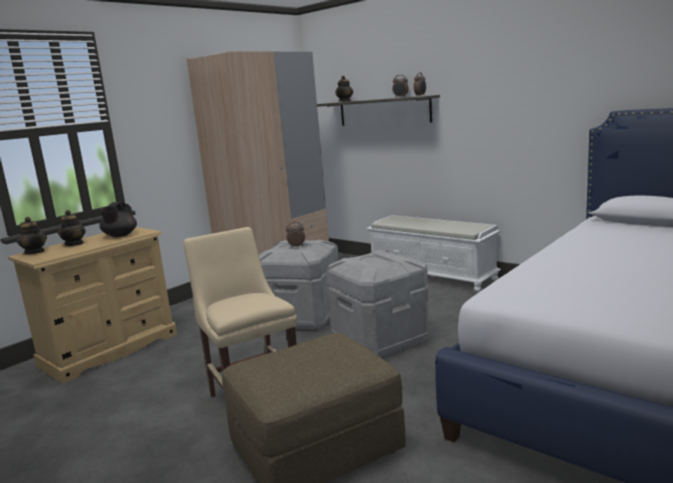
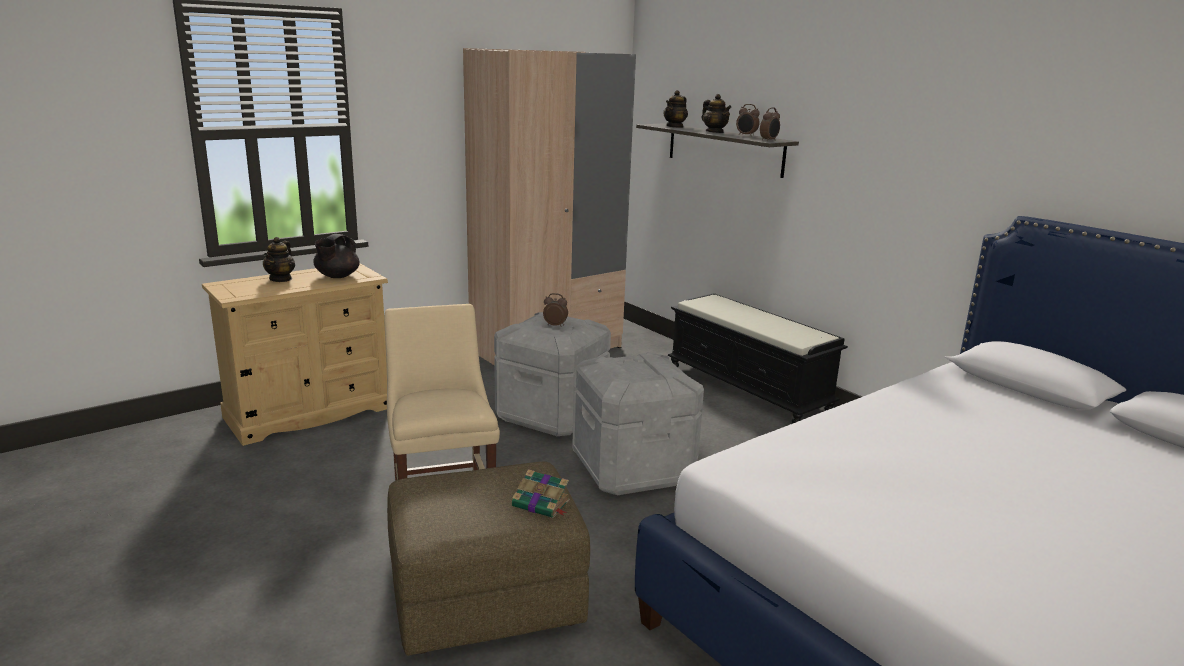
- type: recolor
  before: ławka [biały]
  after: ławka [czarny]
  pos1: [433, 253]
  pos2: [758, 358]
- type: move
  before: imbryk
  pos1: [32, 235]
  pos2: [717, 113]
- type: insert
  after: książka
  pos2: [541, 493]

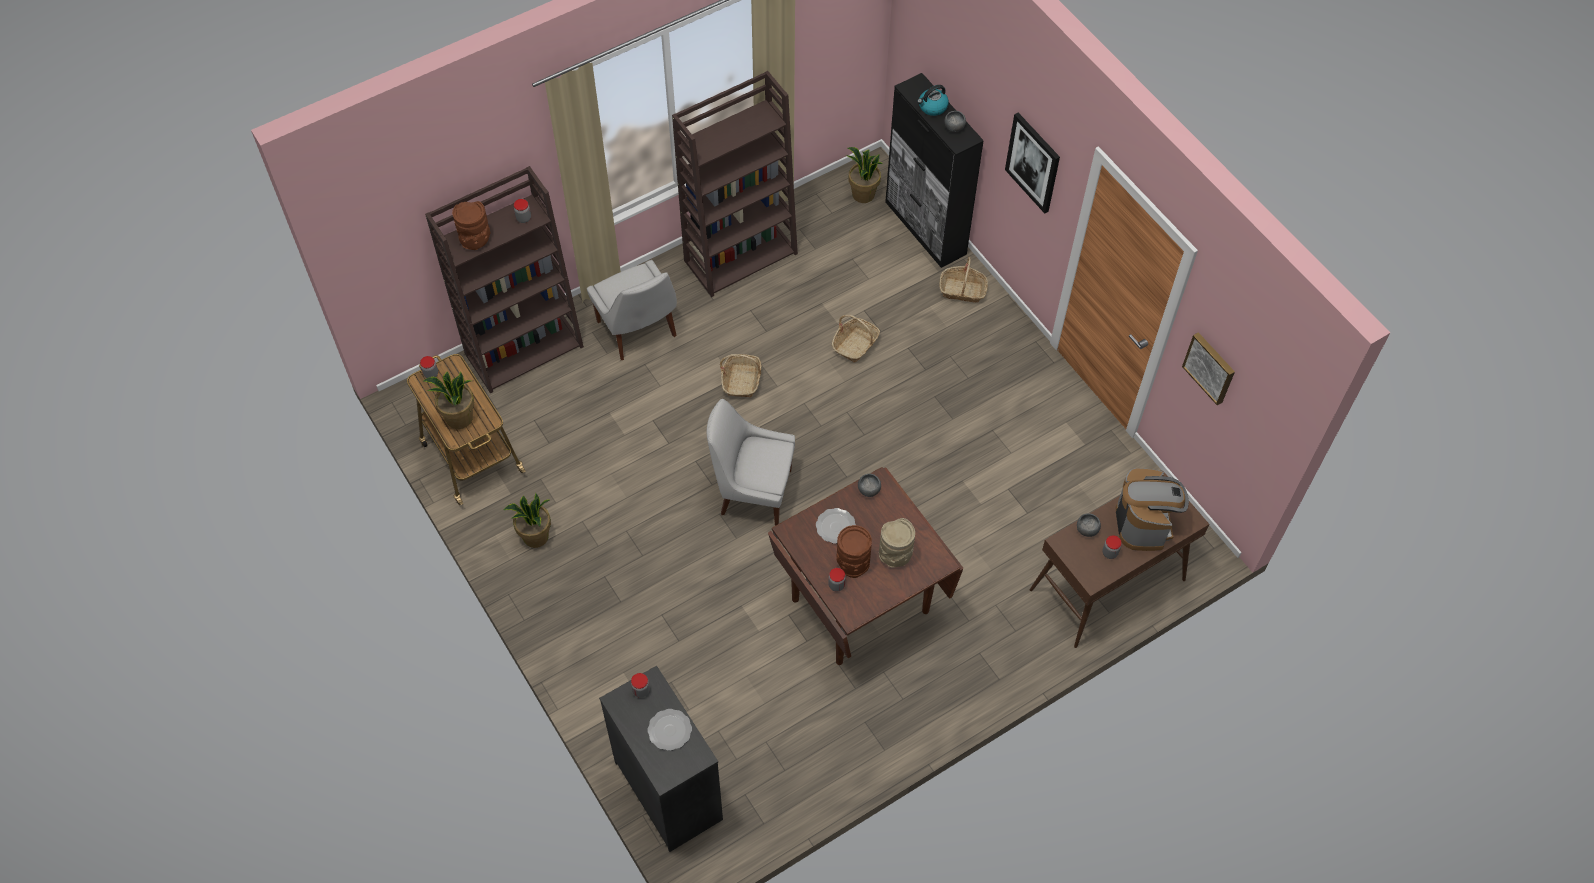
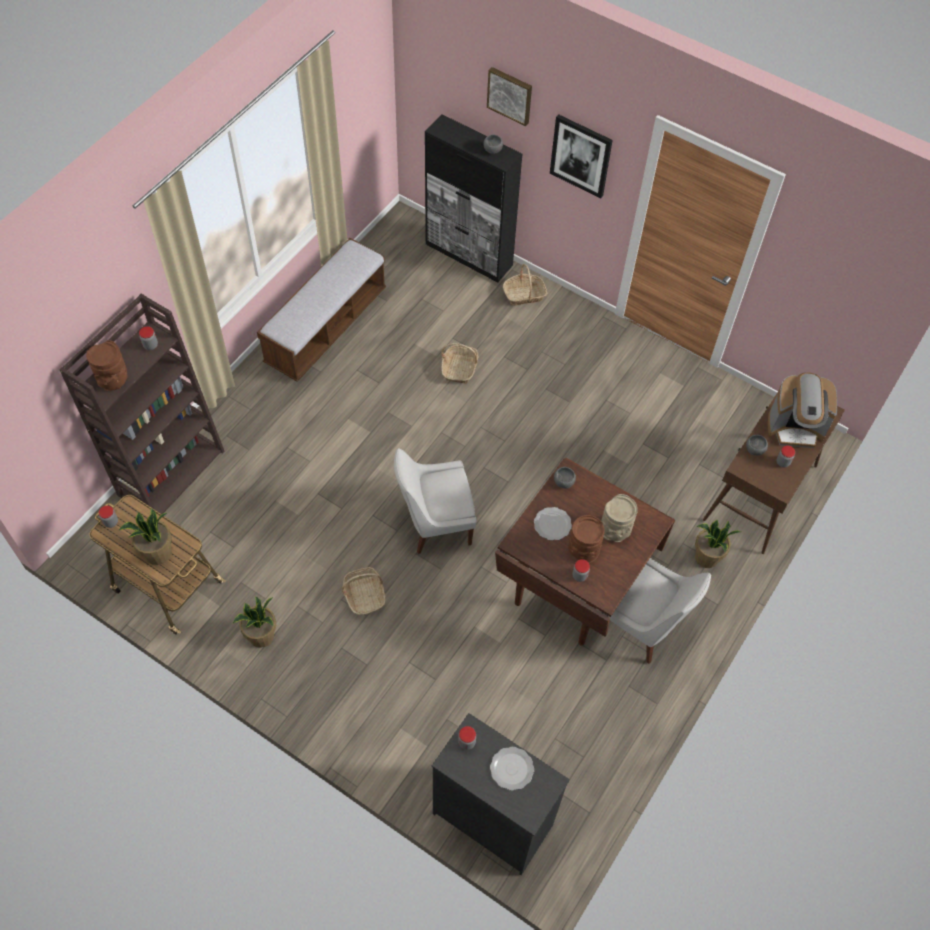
- type: replace
  before: regał [brązowy]
  after: ławka
  pos1: [735, 184]
  pos2: [321, 310]
- type: delete
  before: czajnik
  pos1: [933, 100]
- type: move
  before: roślina doniczkowa
  pos1: [864, 175]
  pos2: [718, 544]
- type: move
  before: krzesło [biały]
  pos1: [632, 310]
  pos2: [659, 611]
- type: move
  before: obraz
  pos1: [1208, 369]
  pos2: [509, 96]
- type: move
  before: koszyk
  pos1: [741, 375]
  pos2: [364, 591]
- type: rotate
  before: ekspres do kawy
  pos1: [1152, 509]
  pos2: [802, 410]
  turn: 120

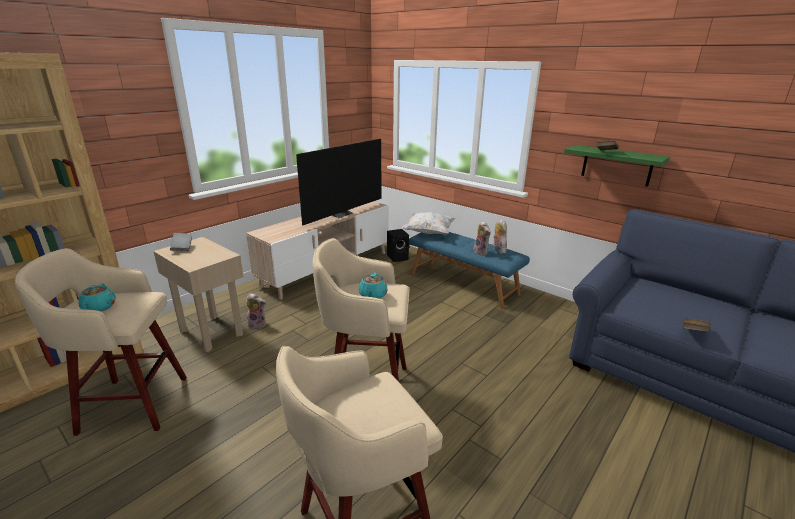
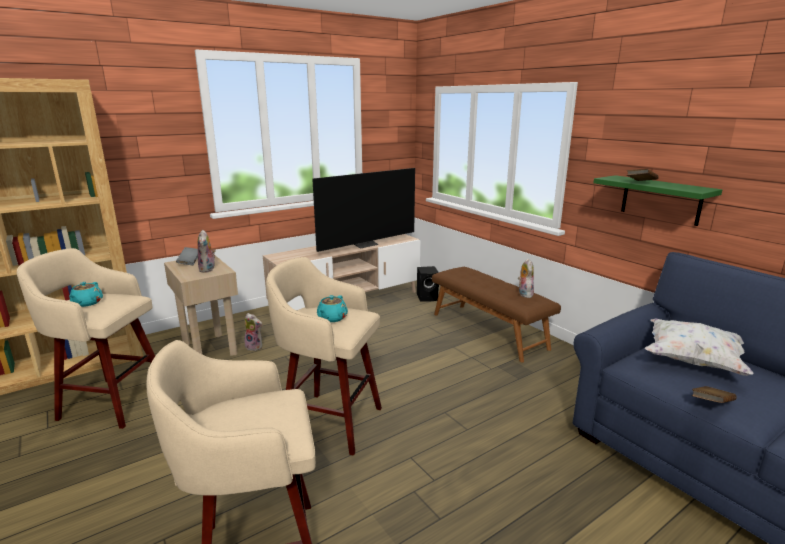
- type: move
  before: poduszka [biały]
  pos1: [429, 223]
  pos2: [699, 347]
- type: move
  before: pluszak
  pos1: [482, 238]
  pos2: [206, 251]
- type: recolor
  before: ławka [niebieski]
  after: ławka [brązowy]
  pos1: [469, 270]
  pos2: [496, 314]

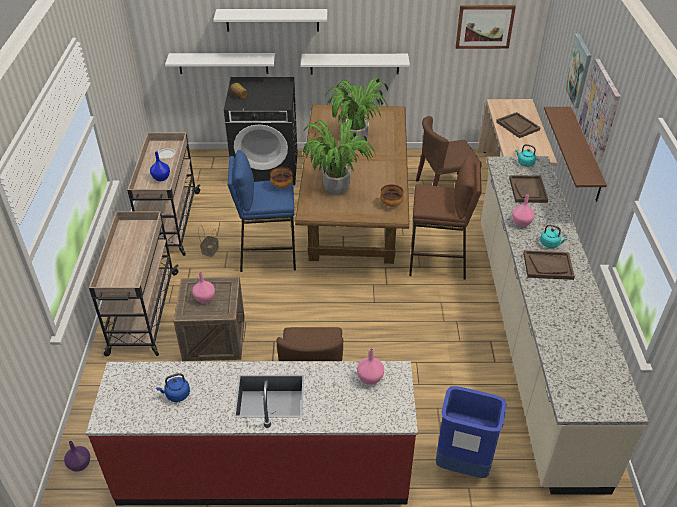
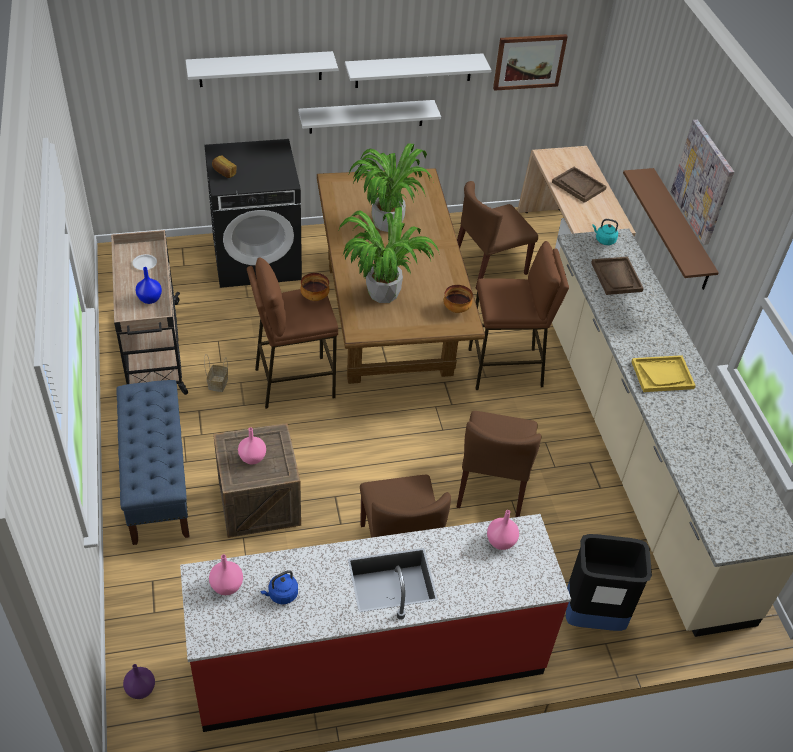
- type: delete
  before: obraz
  pos1: [578, 71]
- type: move
  before: półka [biały]
  pos1: [220, 63]
  pos2: [418, 70]
- type: recolor
  before: stołek [niebieski]
  after: stołek [brązowy]
  pos1: [262, 211]
  pos2: [292, 333]
- type: move
  before: wazon [różowy]
  pos1: [523, 210]
  pos2: [226, 574]
- type: replace
  before: wózek [beżowy]
  after: ławka [niebieski]
  pos1: [134, 284]
  pos2: [153, 462]
- type: delete
  before: czajnik [turkusowy]
  pos1: [553, 236]
- type: recolor
  before: taca [brązowy]
  after: taca [żółty]
  pos1: [549, 265]
  pos2: [663, 373]
- type: recolor
  before: kosz na śmieci [niebieski]
  after: kosz na śmieci [czarny]
  pos1: [471, 432]
  pos2: [609, 582]
- type: insert
  after: krzesło [brązowy]
  pos2: [498, 464]

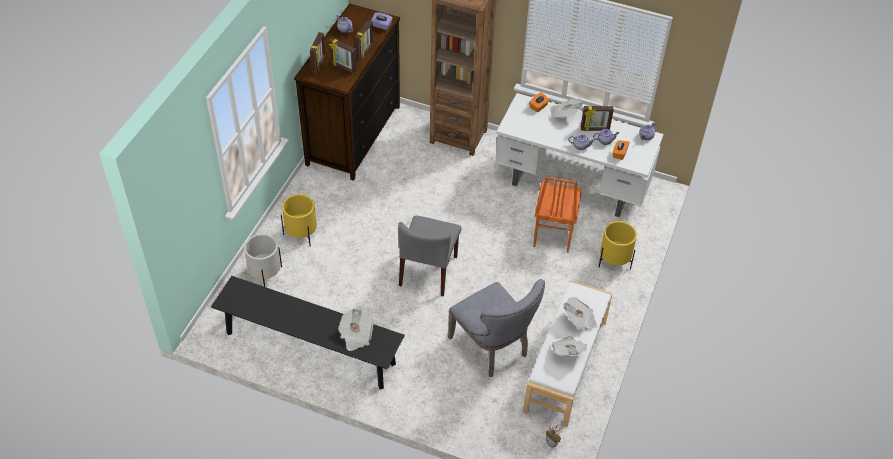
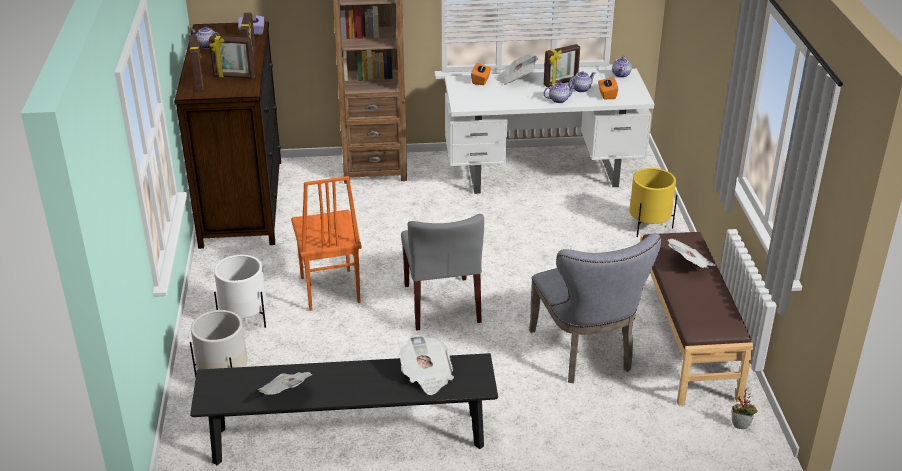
- type: move
  before: krzesło [pomarańczowy]
  pos1: [557, 215]
  pos2: [326, 243]
- type: recolor
  before: donica [żółty]
  after: donica [biały]
  pos1: [299, 220]
  pos2: [240, 291]
- type: rotate
  before: krzesło [szary]
  pos1: [496, 328]
  pos2: [595, 308]
  turn: 45
- type: recolor
  before: ławka [biały]
  after: ławka [brązowy]
  pos1: [568, 353]
  pos2: [697, 318]
- type: move
  before: gazeta
  pos1: [569, 346]
  pos2: [285, 383]

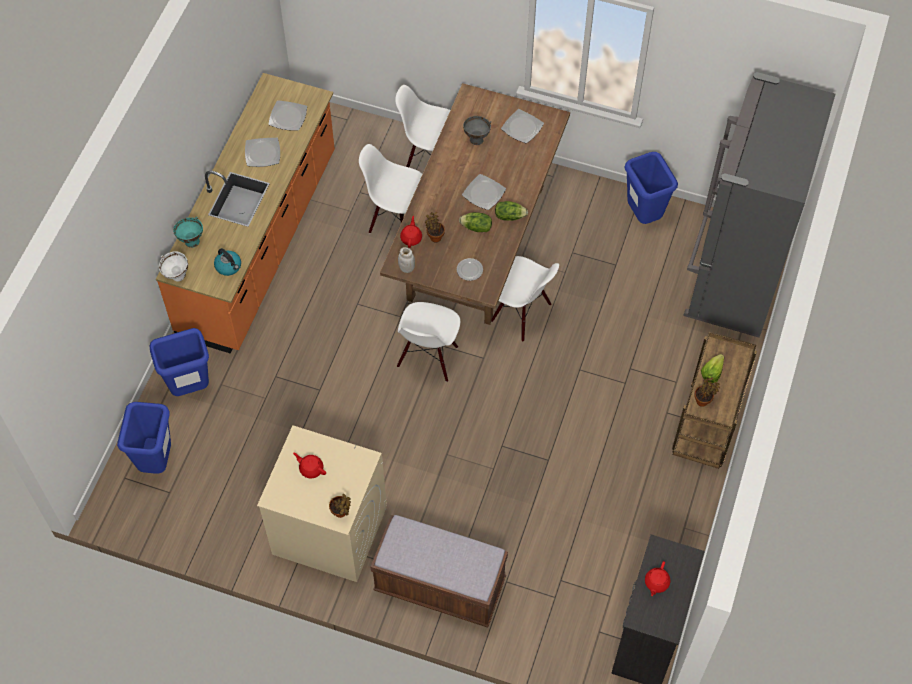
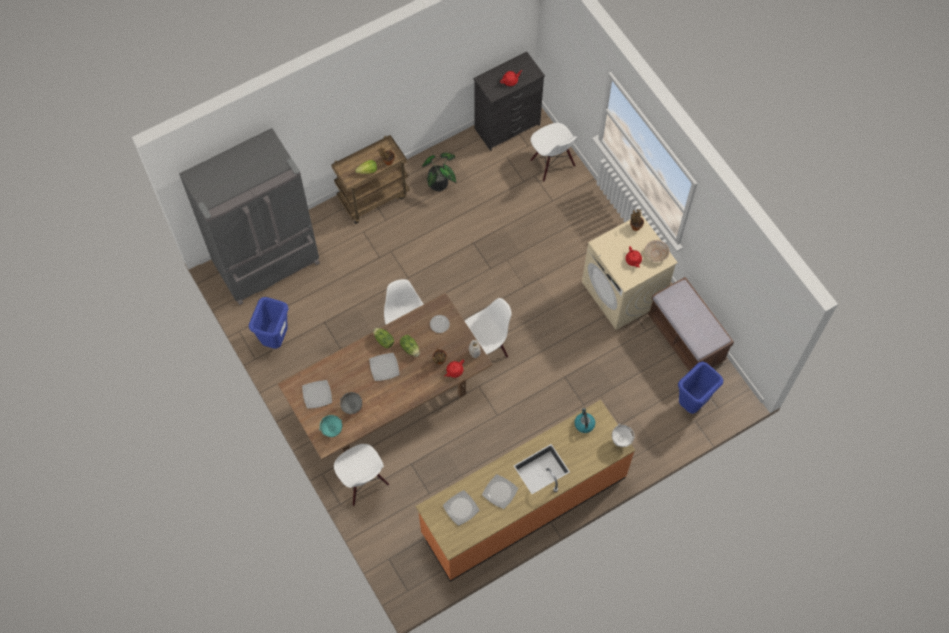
- type: move
  before: krzesło [biały]
  pos1: [390, 188]
  pos2: [553, 152]
- type: move
  before: miska [turkusowy]
  pos1: [188, 232]
  pos2: [330, 426]
- type: delete
  before: kosz na śmieci [niebieski]
  pos1: [179, 362]
- type: move
  before: ławka [brązowy]
  pos1: [439, 571]
  pos2: [691, 324]
- type: insert
  after: roślina doniczkowa
  pos2: [439, 172]
- type: insert
  after: miska [beżowy]
  pos2: [657, 251]

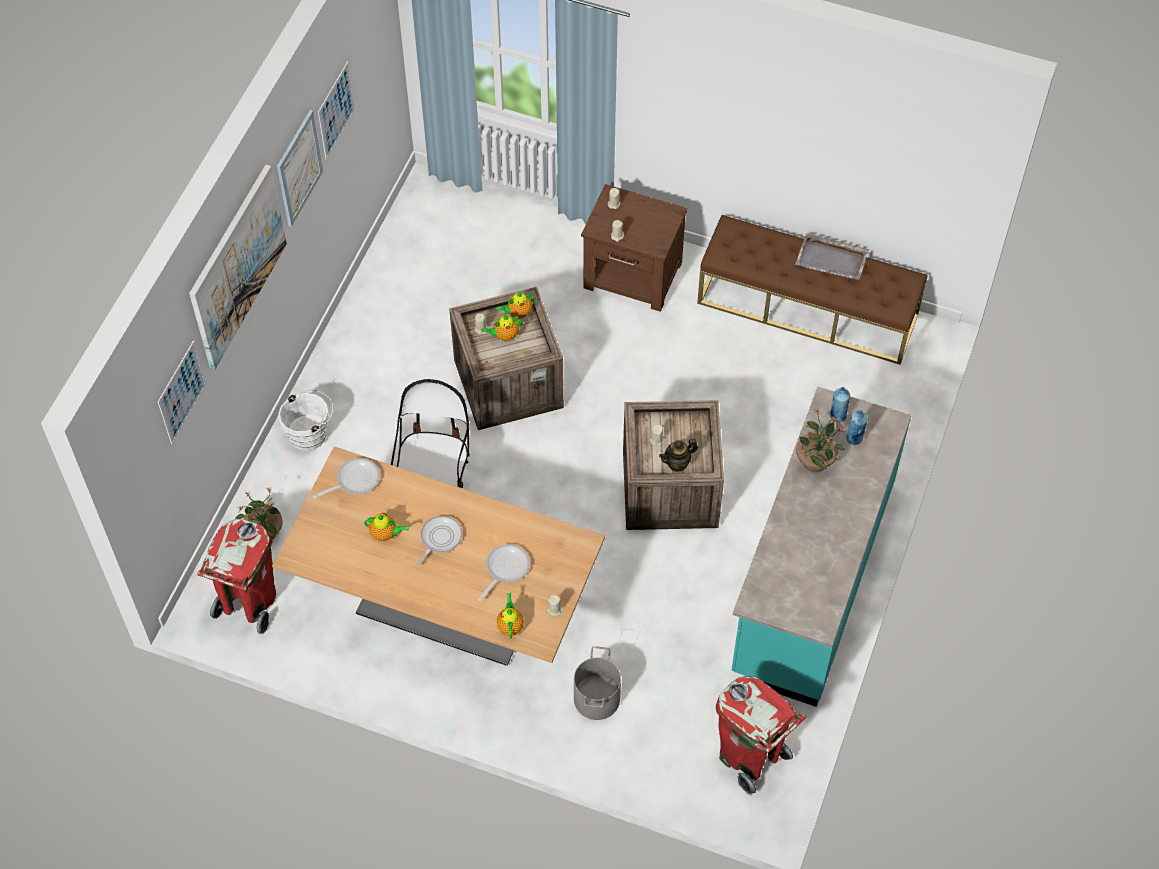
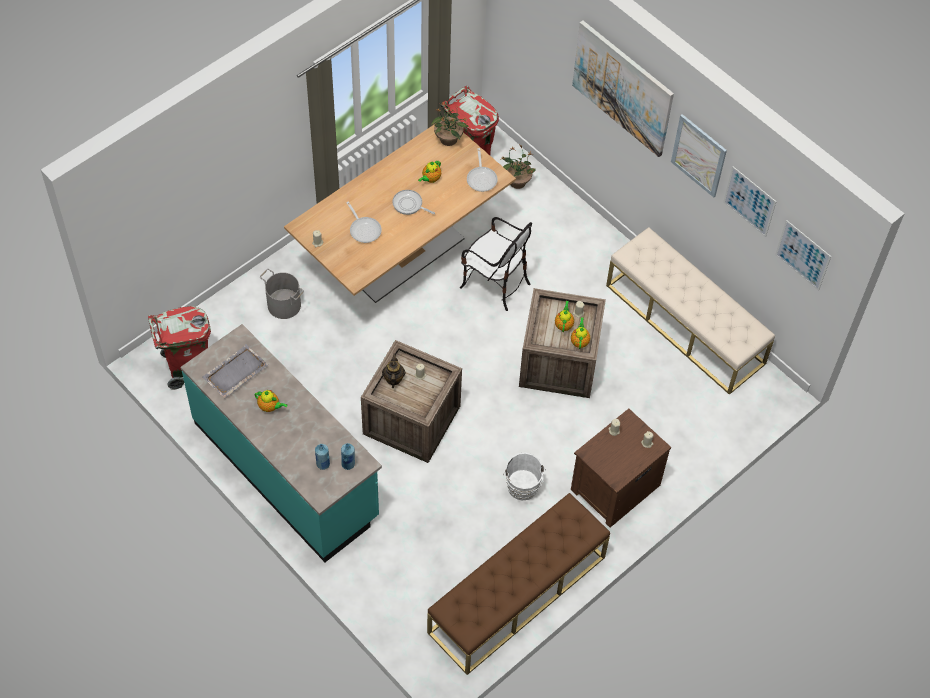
- type: move
  before: taca [szary]
  pos1: [832, 256]
  pos2: [235, 371]
- type: move
  before: obraz
  pos1: [182, 392]
  pos2: [803, 255]
- type: move
  before: wiadro [biały]
  pos1: [305, 420]
  pos2: [524, 477]
- type: move
  before: roślina doniczkowa
  pos1: [820, 440]
  pos2: [450, 124]
- type: rotate
  before: patelnia
  pos1: [439, 541]
  pos2: [413, 202]
  turn: 150
- type: move
  before: imbryk
  pos1: [510, 616]
  pos2: [271, 401]
- type: insert
  after: ławka [beżowy]
  pos2: [690, 311]

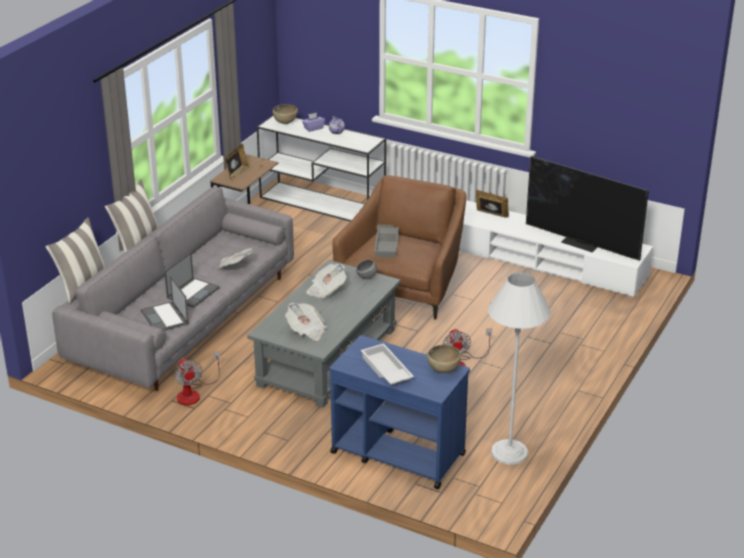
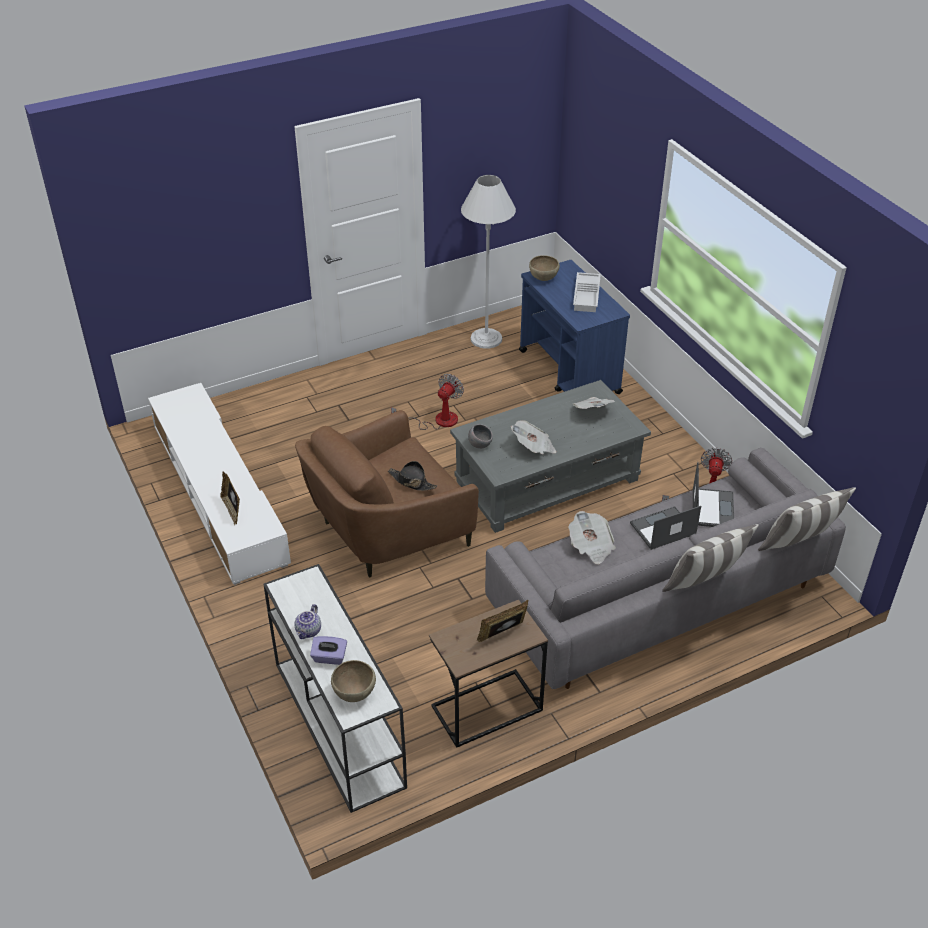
- type: delete
  before: telewizor
  pos1: [587, 208]
- type: replace
  before: taca [szary]
  after: kapelusz [czarny]
  pos1: [386, 241]
  pos2: [412, 476]

